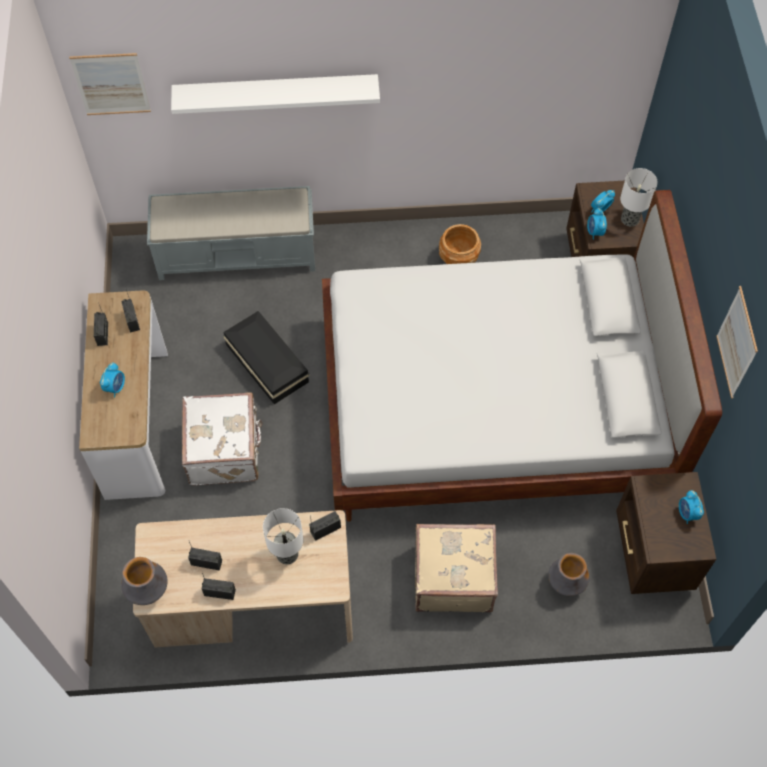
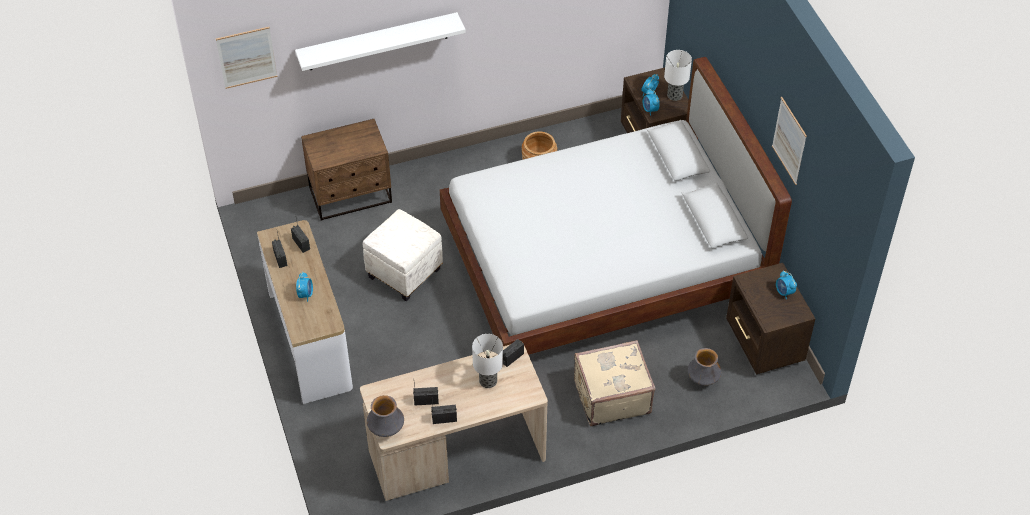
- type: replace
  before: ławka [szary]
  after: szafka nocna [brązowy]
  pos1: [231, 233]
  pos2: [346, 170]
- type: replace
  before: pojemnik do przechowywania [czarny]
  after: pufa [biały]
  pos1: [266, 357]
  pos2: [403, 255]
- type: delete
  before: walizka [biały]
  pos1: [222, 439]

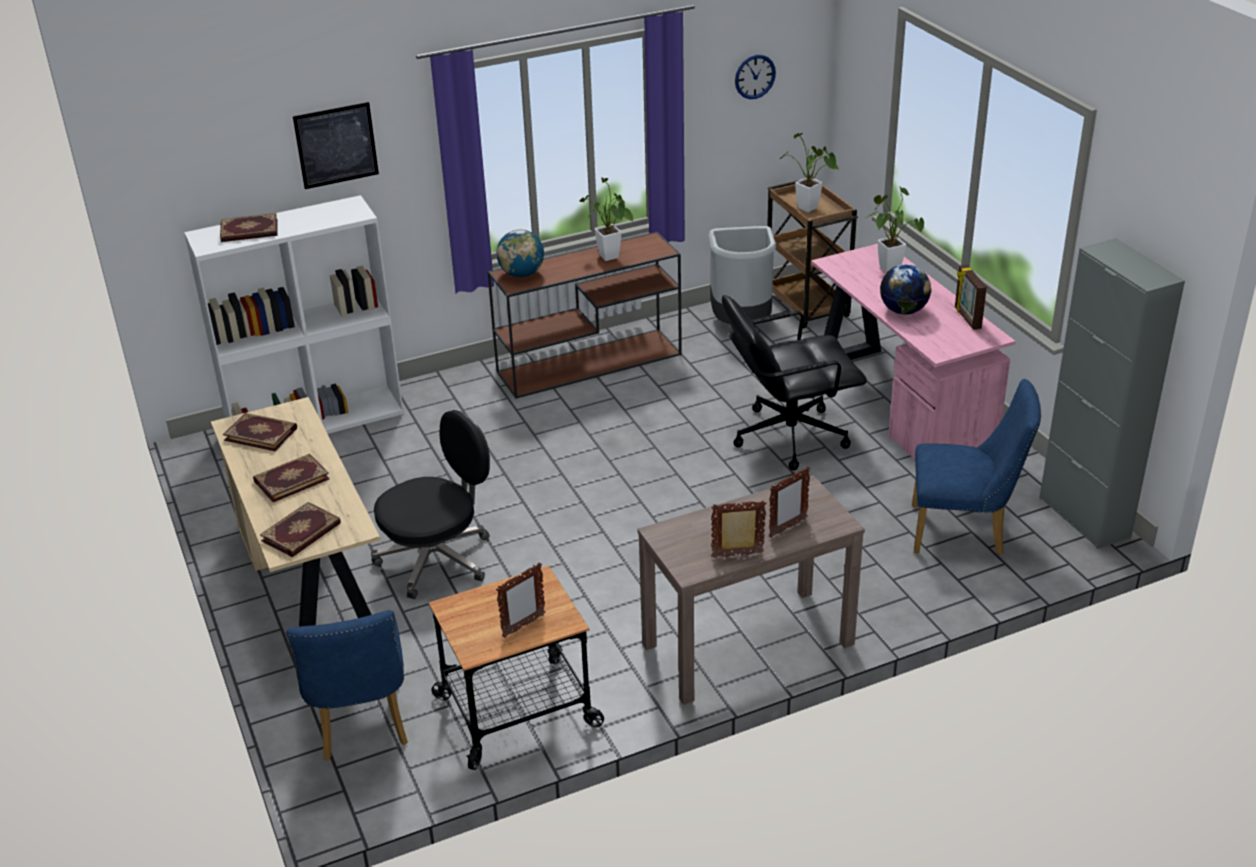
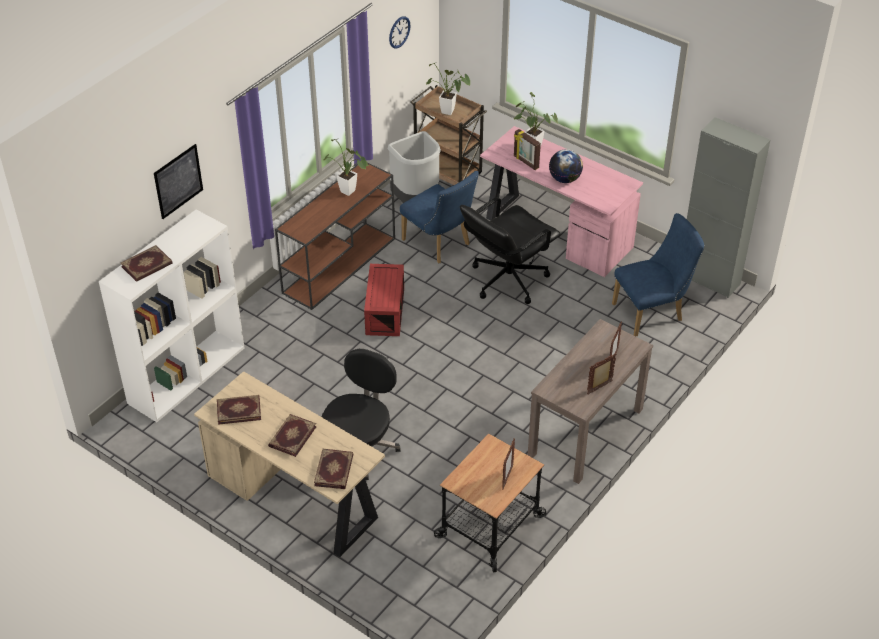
- type: delete
  before: globus
  pos1: [520, 253]
- type: move
  before: ramka na zdjęcie
  pos1: [971, 297]
  pos2: [527, 149]
- type: move
  before: krzesło [niebieski]
  pos1: [347, 685]
  pos2: [439, 217]
- type: insert
  after: pojemnik do przechowywania [czerwony]
  pos2: [384, 300]

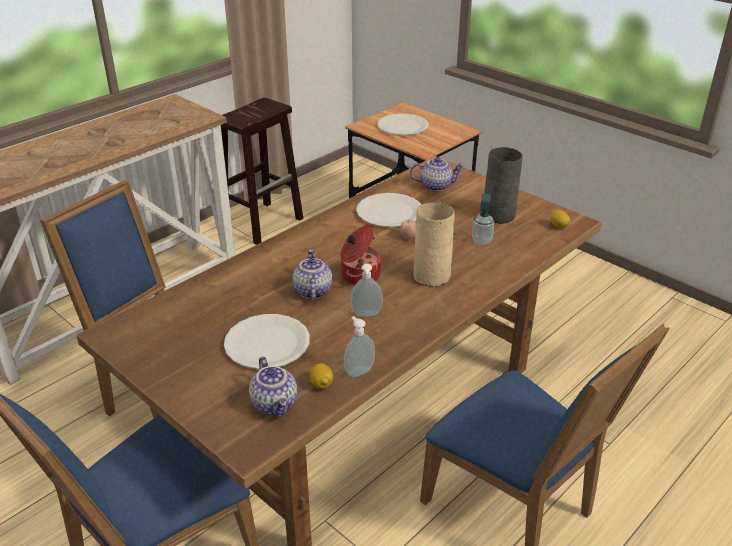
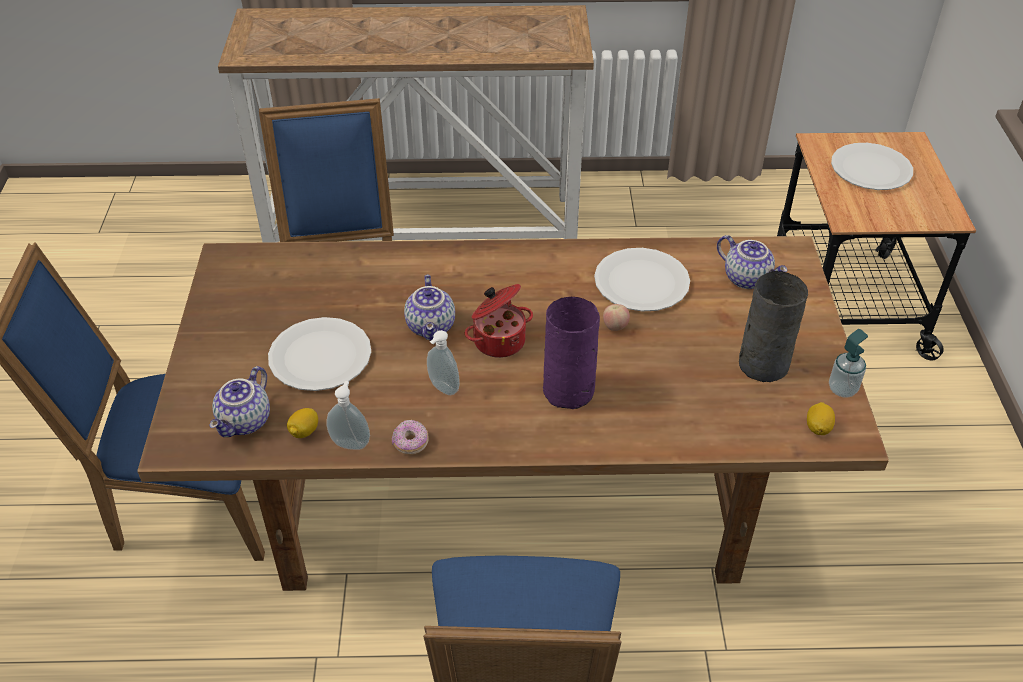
- type: delete
  before: stołek [brązowy]
  pos1: [262, 171]
- type: move
  before: dozownik mydła
  pos1: [483, 219]
  pos2: [848, 363]
- type: recolor
  before: wazon [beżowy]
  after: wazon [fioletowy]
  pos1: [434, 244]
  pos2: [571, 353]
- type: rotate
  before: imbryk
  pos1: [312, 275]
  pos2: [429, 308]
  turn: 135
- type: insert
  after: donut
  pos2: [410, 437]

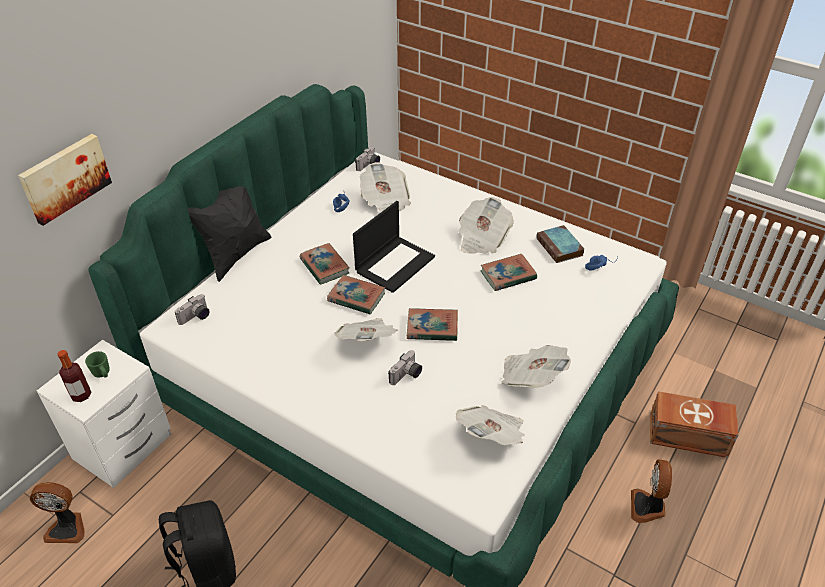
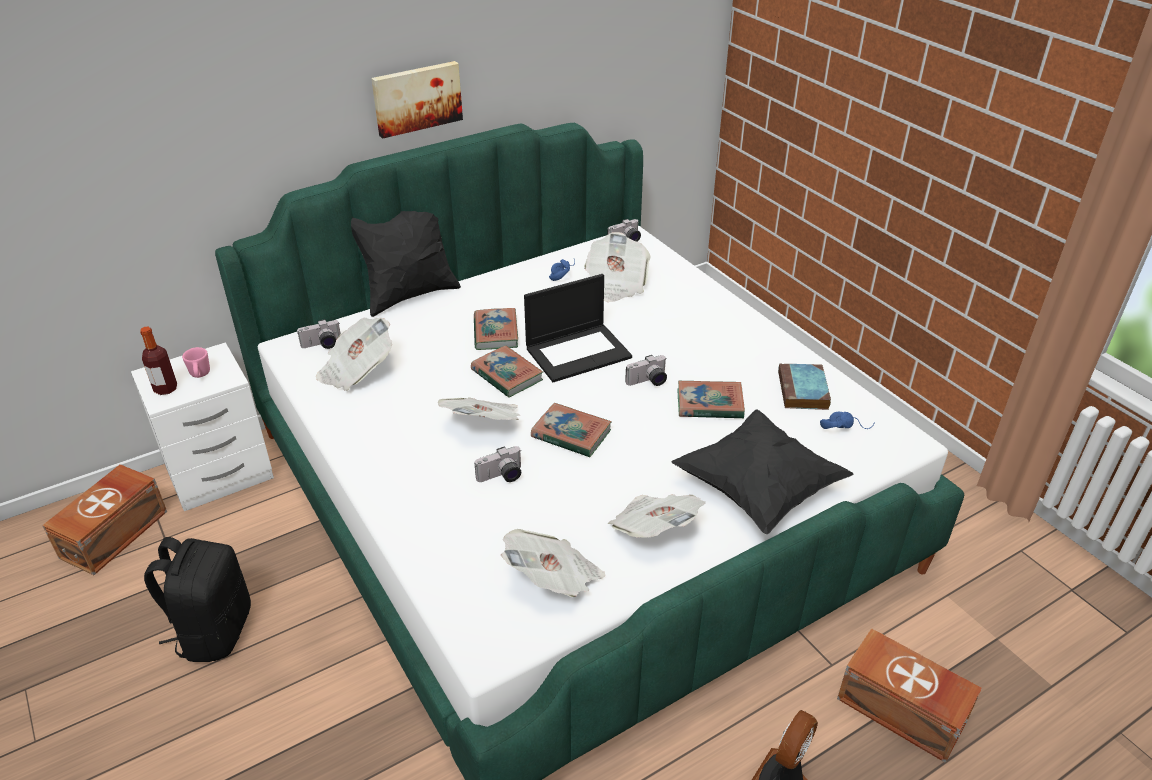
- type: move
  before: obraz
  pos1: [65, 180]
  pos2: [417, 100]
- type: move
  before: gazeta
  pos1: [486, 225]
  pos2: [354, 354]
- type: recolor
  before: kubek [zielony]
  after: kubek [różowy]
  pos1: [97, 364]
  pos2: [196, 362]
- type: replace
  before: wentylator
  after: pojemnik do przechowywania [brązowy]
  pos1: [57, 512]
  pos2: [104, 519]
- type: insert
  after: aparat fotograficzny
  pos2: [646, 370]
- type: insert
  after: poduszka [czarny]
  pos2: [762, 471]

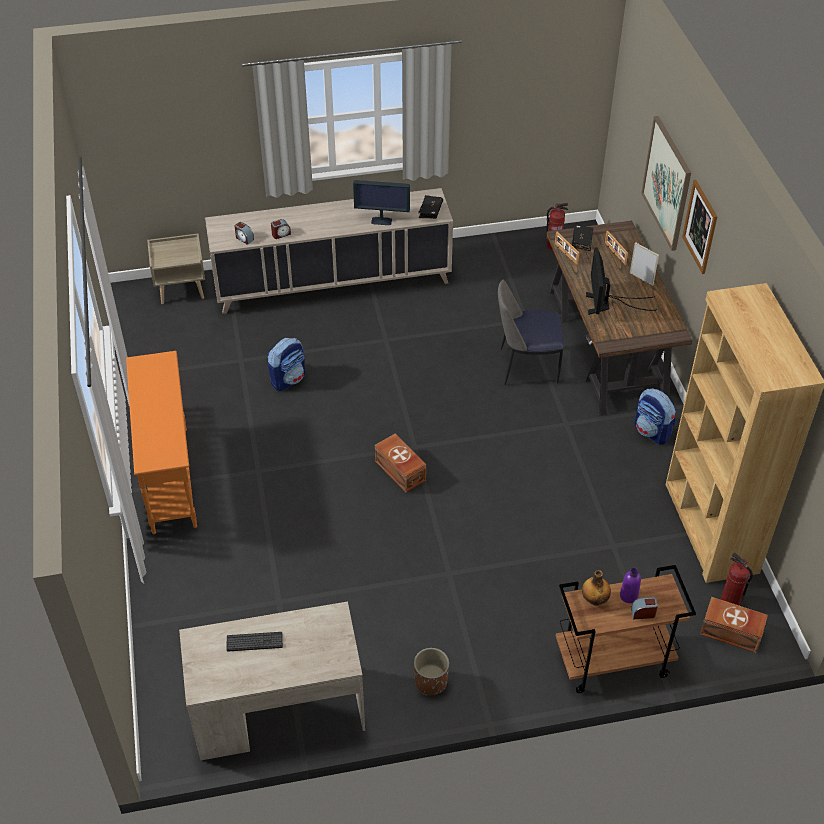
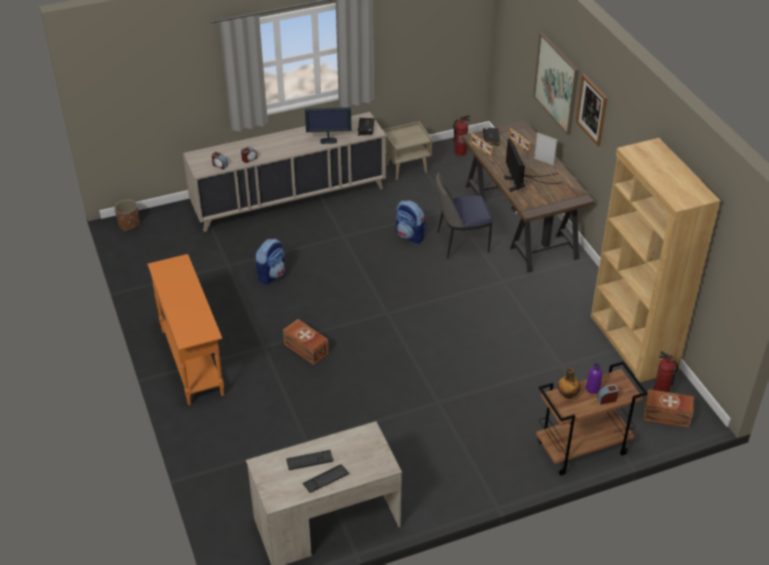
- type: move
  before: szafka nocna [beżowy]
  pos1: [176, 269]
  pos2: [407, 150]
- type: move
  before: plecak
  pos1: [655, 416]
  pos2: [411, 222]
- type: move
  before: pojemnik do przechowywania [brązowy]
  pos1: [400, 463]
  pos2: [306, 342]
- type: move
  before: donica [brązowy]
  pos1: [431, 671]
  pos2: [126, 215]
- type: insert
  after: klawiatura
  pos2: [325, 478]

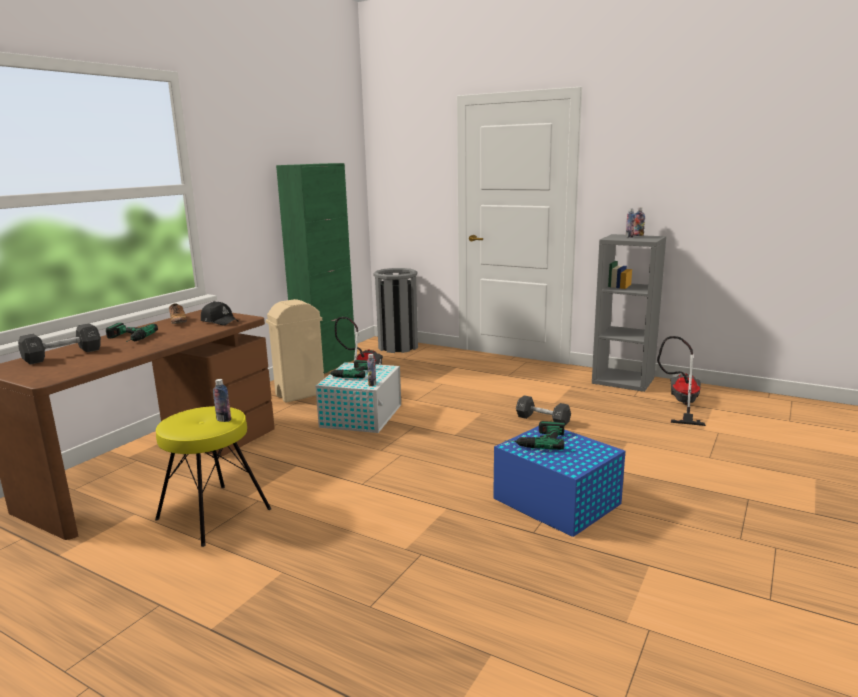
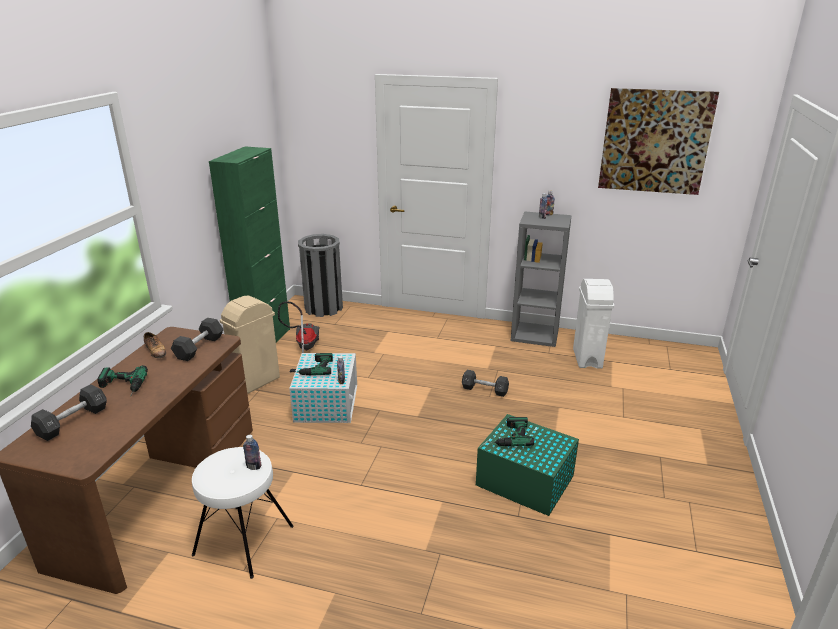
- type: replace
  before: czapka z daszkiem [czarny]
  after: hantel [czarny]
  pos1: [220, 313]
  pos2: [197, 339]
- type: replace
  before: odkurzacz
  after: kosz na śmieci [biały]
  pos1: [681, 381]
  pos2: [593, 324]
- type: recolor
  before: stołek [żółty]
  after: stołek [biały]
  pos1: [213, 476]
  pos2: [243, 513]
- type: recolor
  before: pojemnik do przechowywania [niebieski]
  after: pojemnik do przechowywania [zielony]
  pos1: [559, 481]
  pos2: [527, 465]
- type: insert
  after: obraz
  pos2: [658, 141]

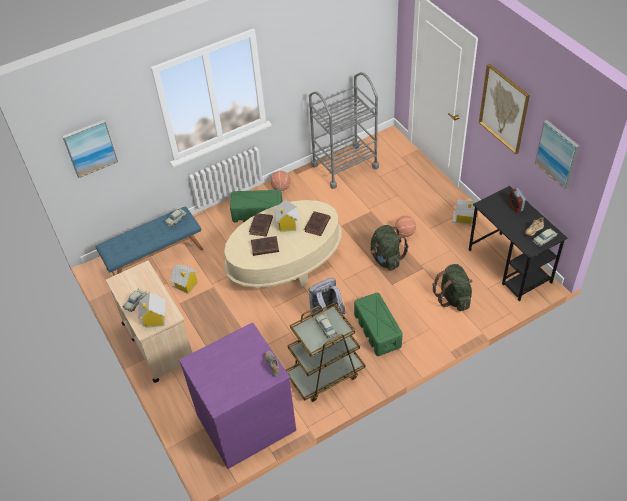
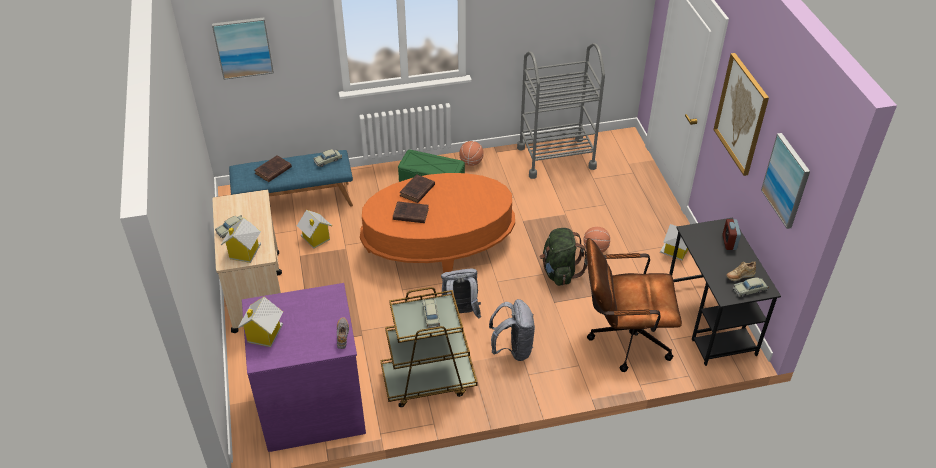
- type: recolor
  before: ława [beżowy]
  after: ława [pomarańczowy]
  pos1: [283, 244]
  pos2: [437, 223]
- type: move
  before: domek
  pos1: [287, 216]
  pos2: [260, 322]
- type: move
  before: książka [brązowy]
  pos1: [317, 223]
  pos2: [273, 168]
- type: replace
  before: plecak [zielony]
  after: krzesło biurowe [brązowy]
  pos1: [452, 287]
  pos2: [634, 305]
- type: replace
  before: pojemnik do przechowywania [zielony]
  after: plecak [szary]
  pos1: [378, 324]
  pos2: [512, 330]

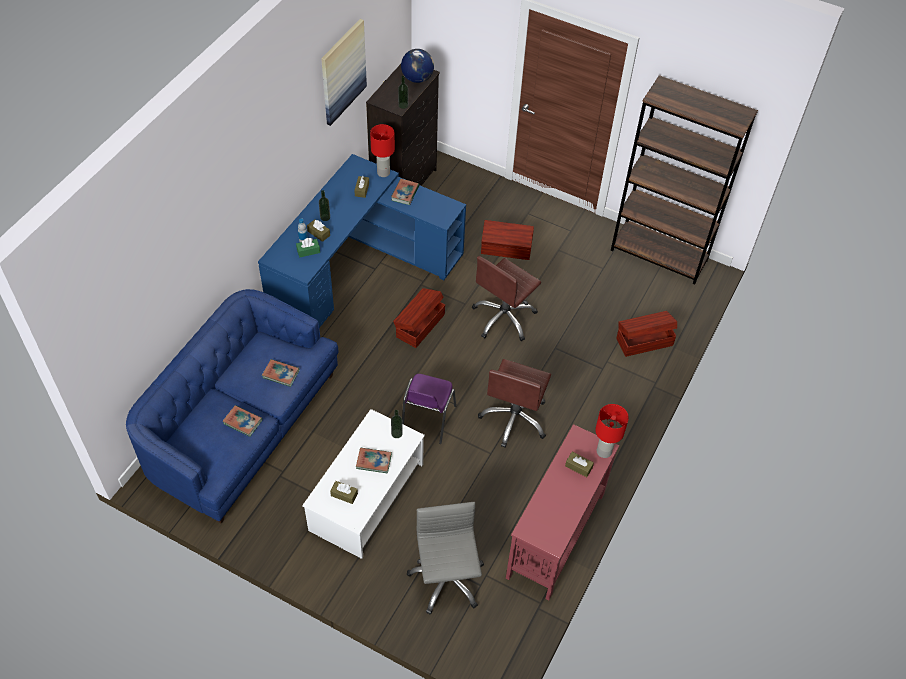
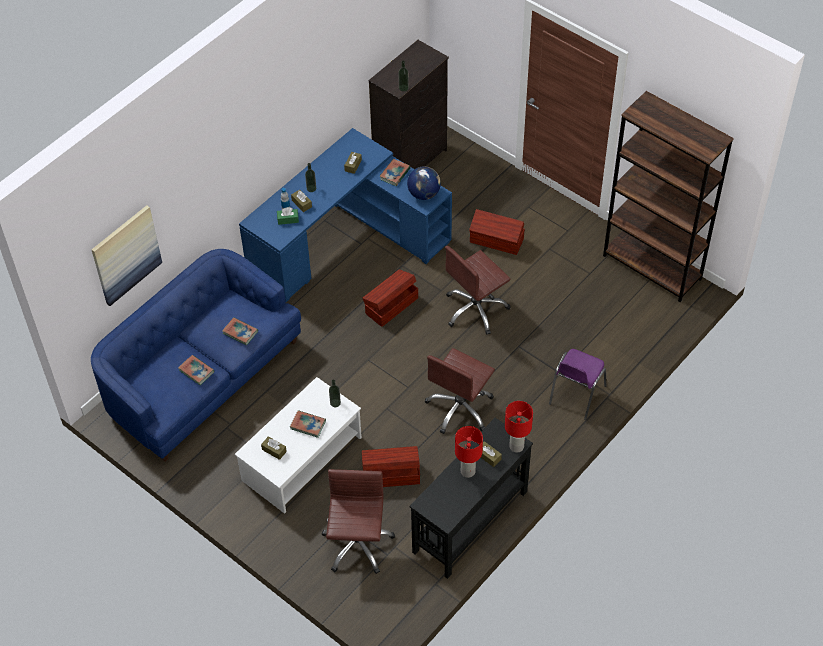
- type: move
  before: obraz
  pos1: [344, 72]
  pos2: [127, 255]
- type: move
  before: globus
  pos1: [417, 66]
  pos2: [424, 183]
- type: move
  before: lampa stołowa [czerwony]
  pos1: [382, 150]
  pos2: [469, 452]
- type: move
  before: pojemnik do przechowywania [brązowy]
  pos1: [646, 334]
  pos2: [391, 466]
- type: move
  before: krzesło [fioletowy]
  pos1: [429, 409]
  pos2: [577, 384]
- type: recolor
  before: stolik konsolowy [czerwony]
  after: stolik konsolowy [czarny]
  pos1: [562, 512]
  pos2: [471, 498]
- type: recolor
  before: krzesło biurowe [szary]
  after: krzesło biurowe [brązowy]
  pos1: [445, 558]
  pos2: [358, 521]

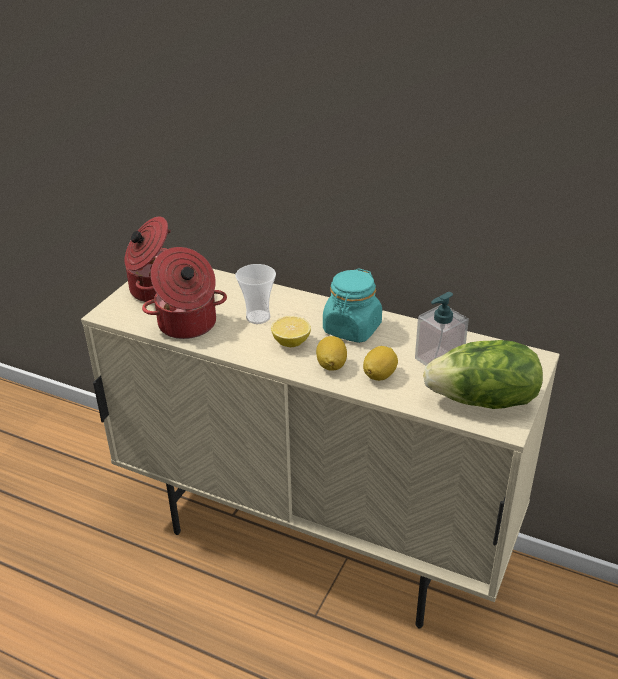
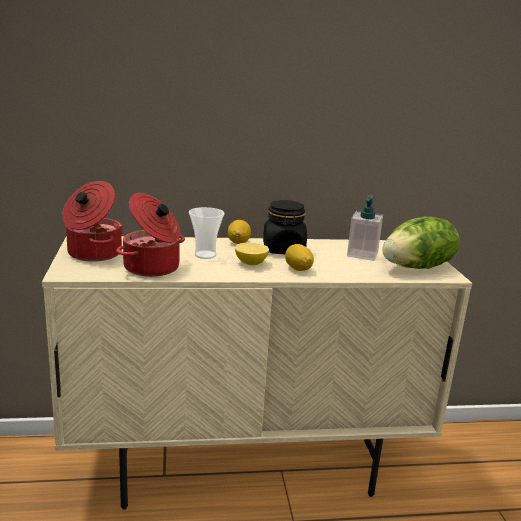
- type: recolor
  before: słoik [turkusowy]
  after: słoik [czarny]
  pos1: [352, 305]
  pos2: [285, 227]
- type: move
  before: cytryna
  pos1: [380, 363]
  pos2: [239, 232]

